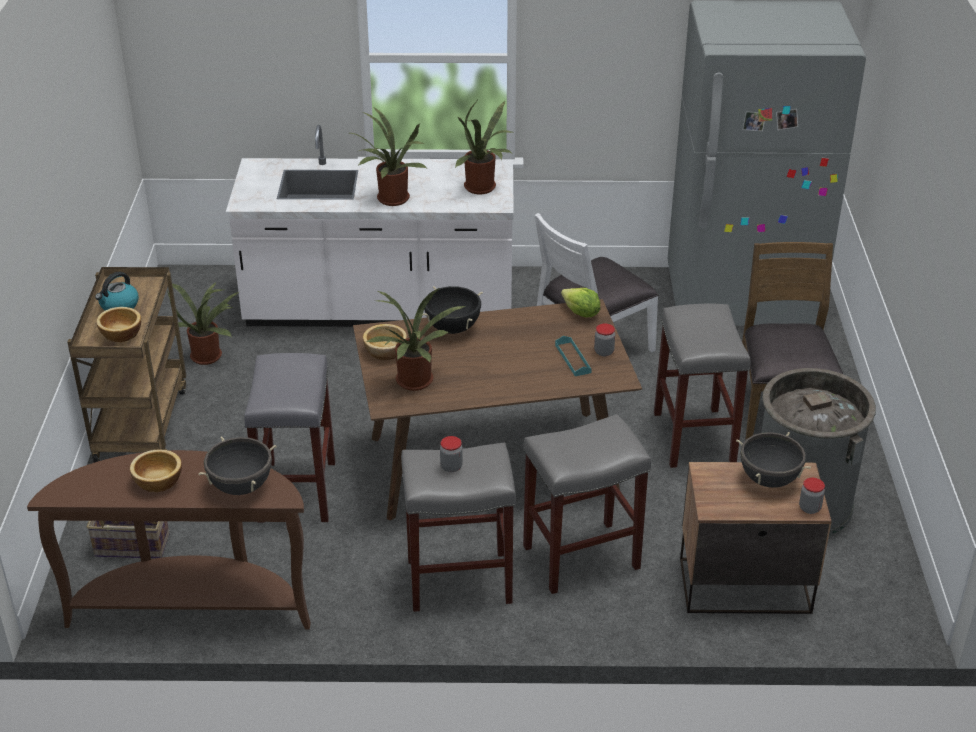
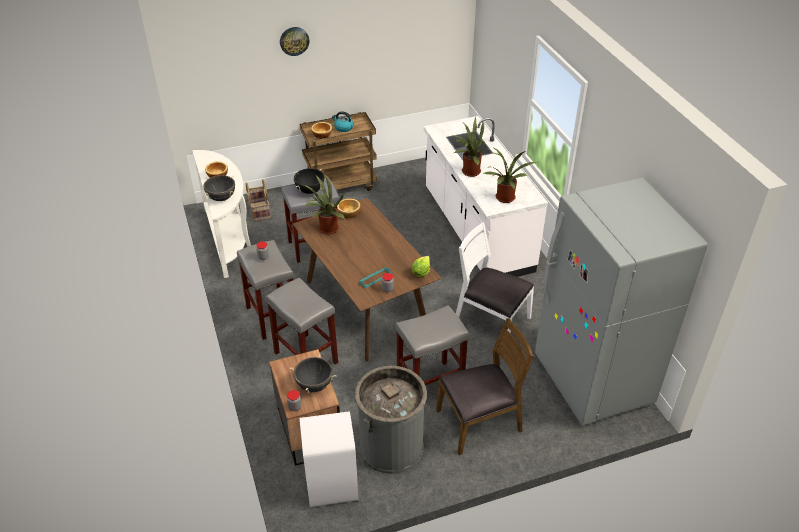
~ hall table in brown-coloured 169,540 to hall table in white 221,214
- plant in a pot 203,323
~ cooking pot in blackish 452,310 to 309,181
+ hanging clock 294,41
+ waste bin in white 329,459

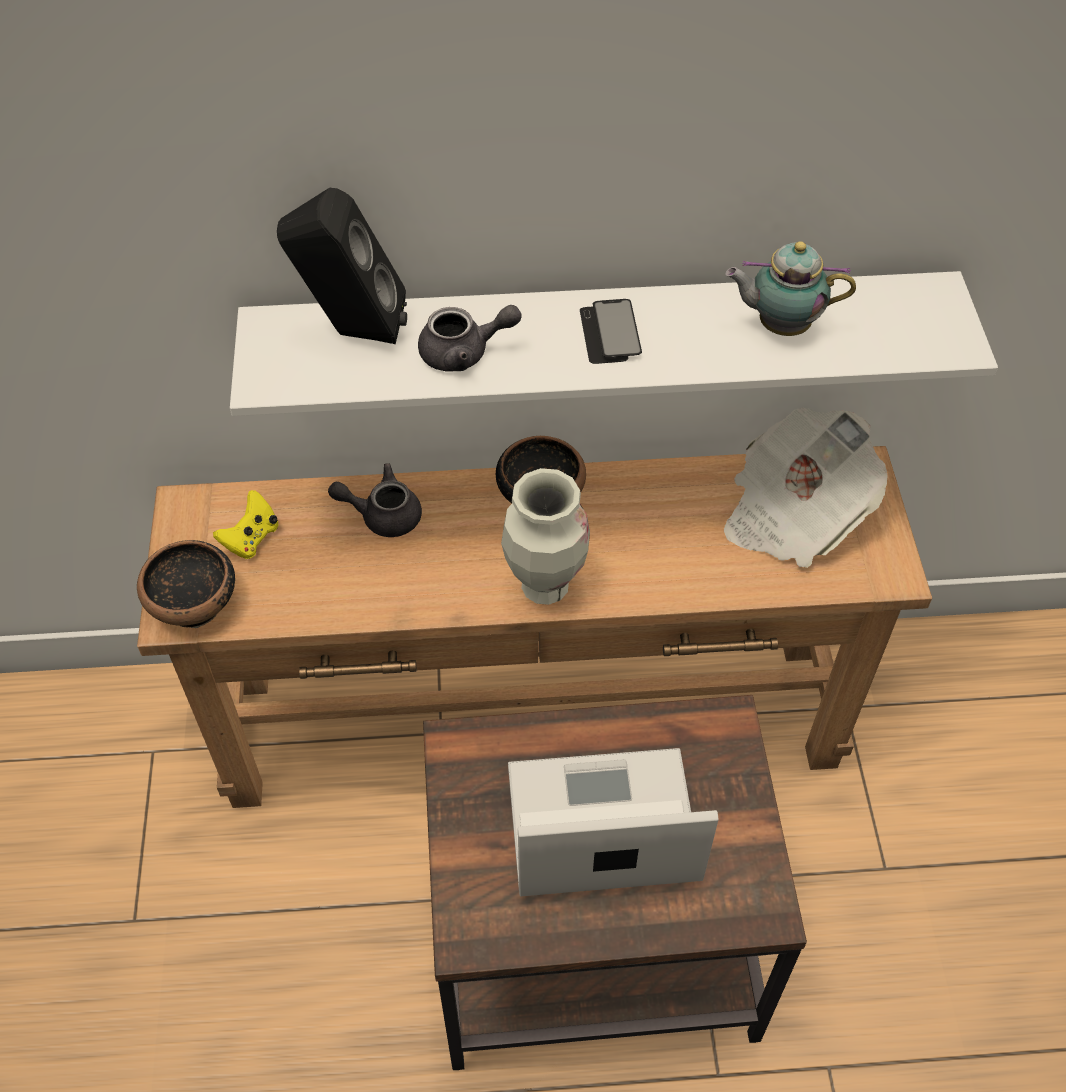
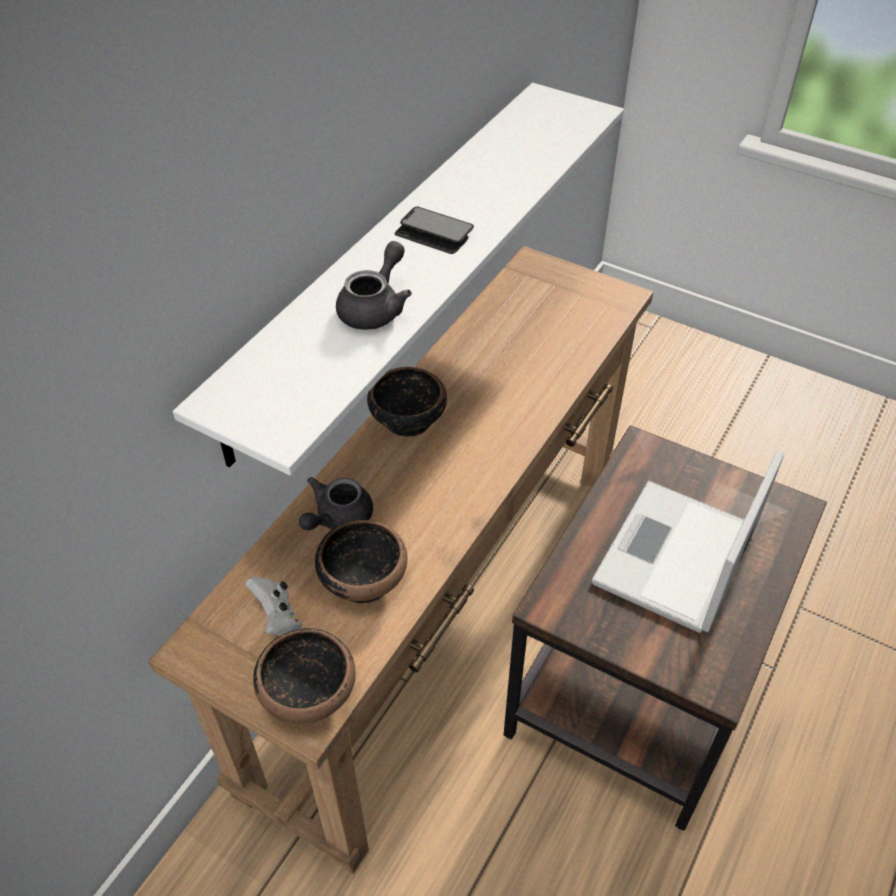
~ game controller in yellow 245,524 to game controller in white 273,606
- loudspeaker in blackish 342,266
- decorative vase 545,536
- printed paper 805,487
- teapot 790,288
+ deep dish 361,562

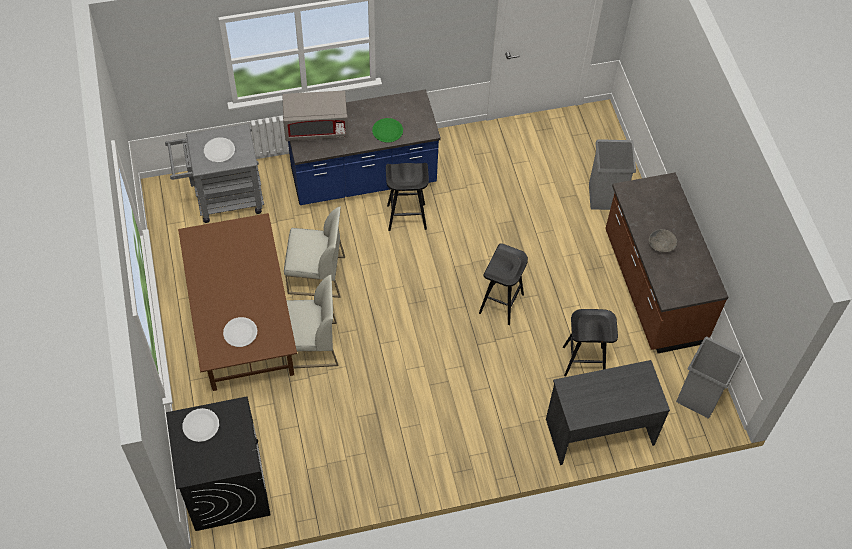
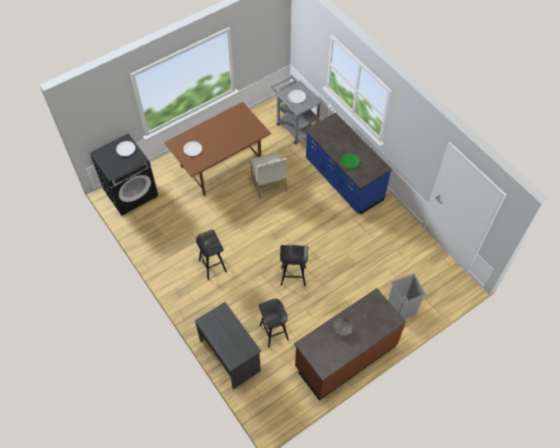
- microwave in grey 315,116
- upright chair in white 310,322
~ sitting stool in blackish 407,197 to 211,255
- waste bin in grey 709,377

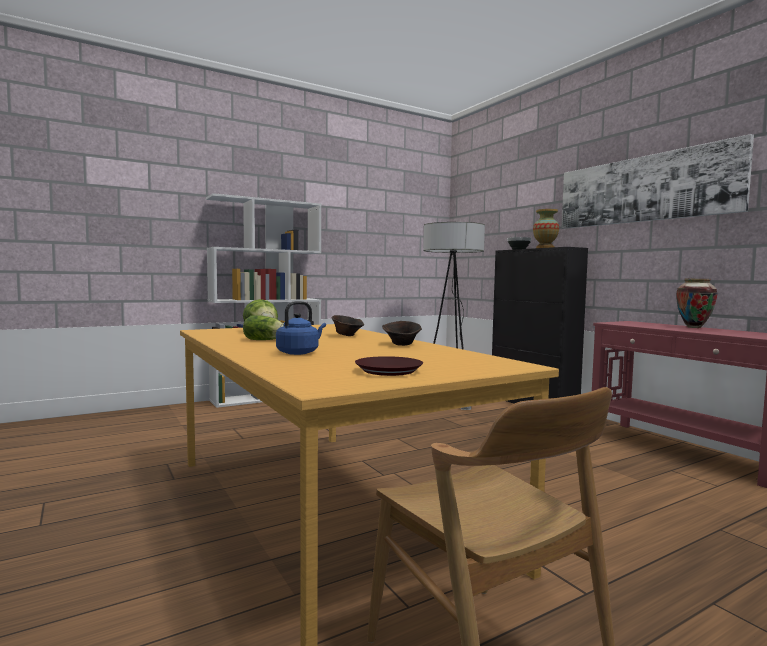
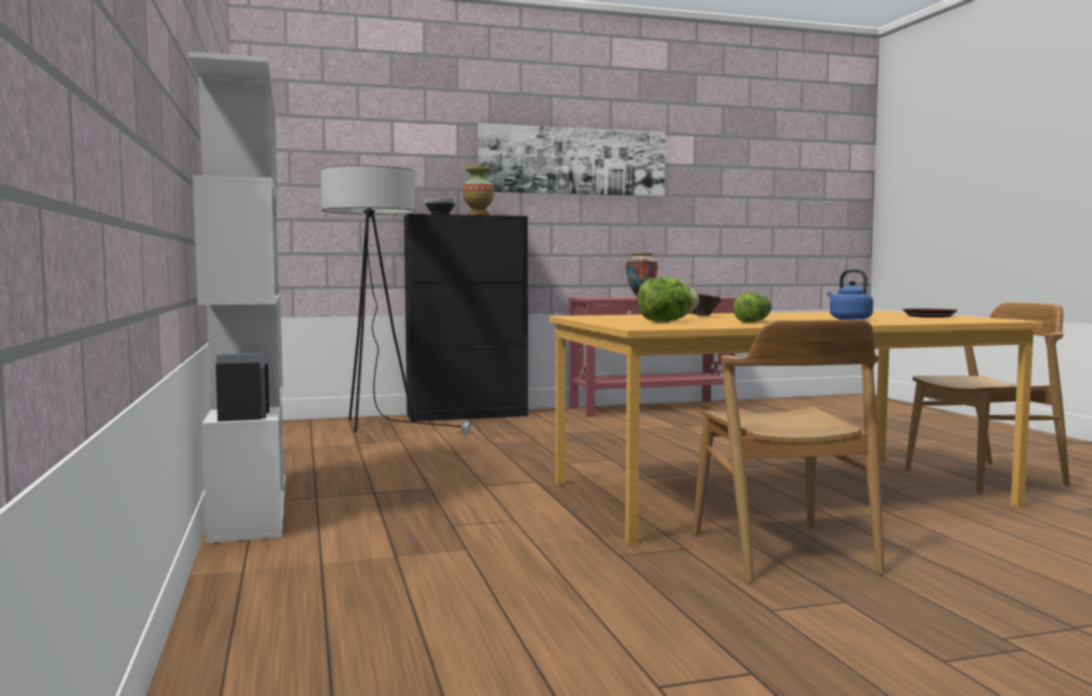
- deep dish in brown-coloured 402,333
+ upright chair in brown-coloured 788,451

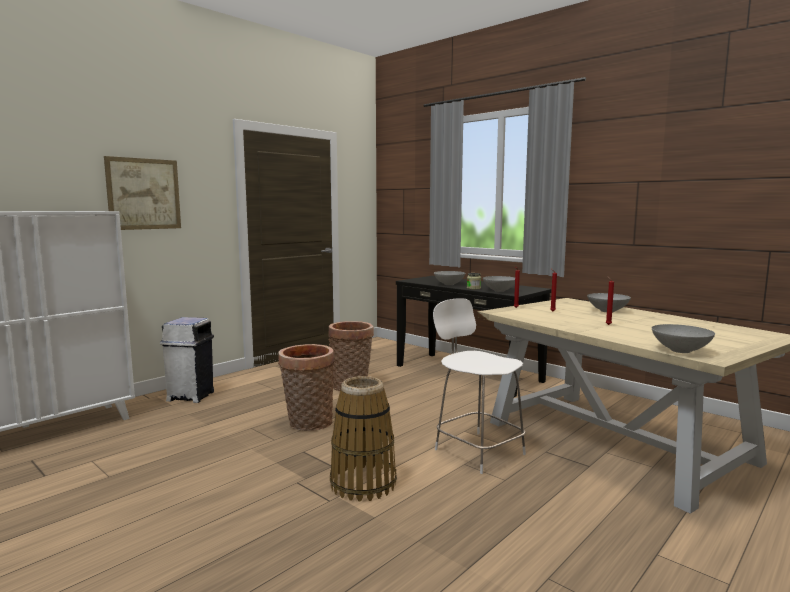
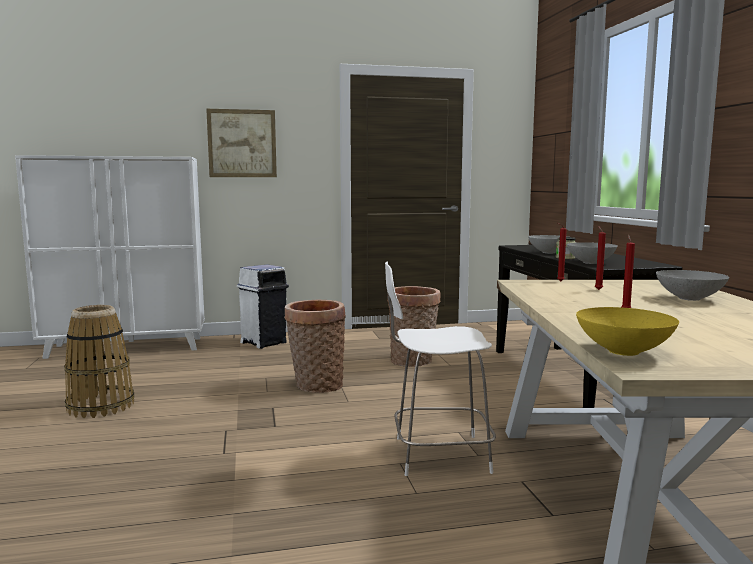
~ basket 363,439 to 99,361
~ upright chair in white 479,386 = 440,369 90 degrees counterclockwise
~ deep dish in grey 683,338 to deep dish in yellow 627,331

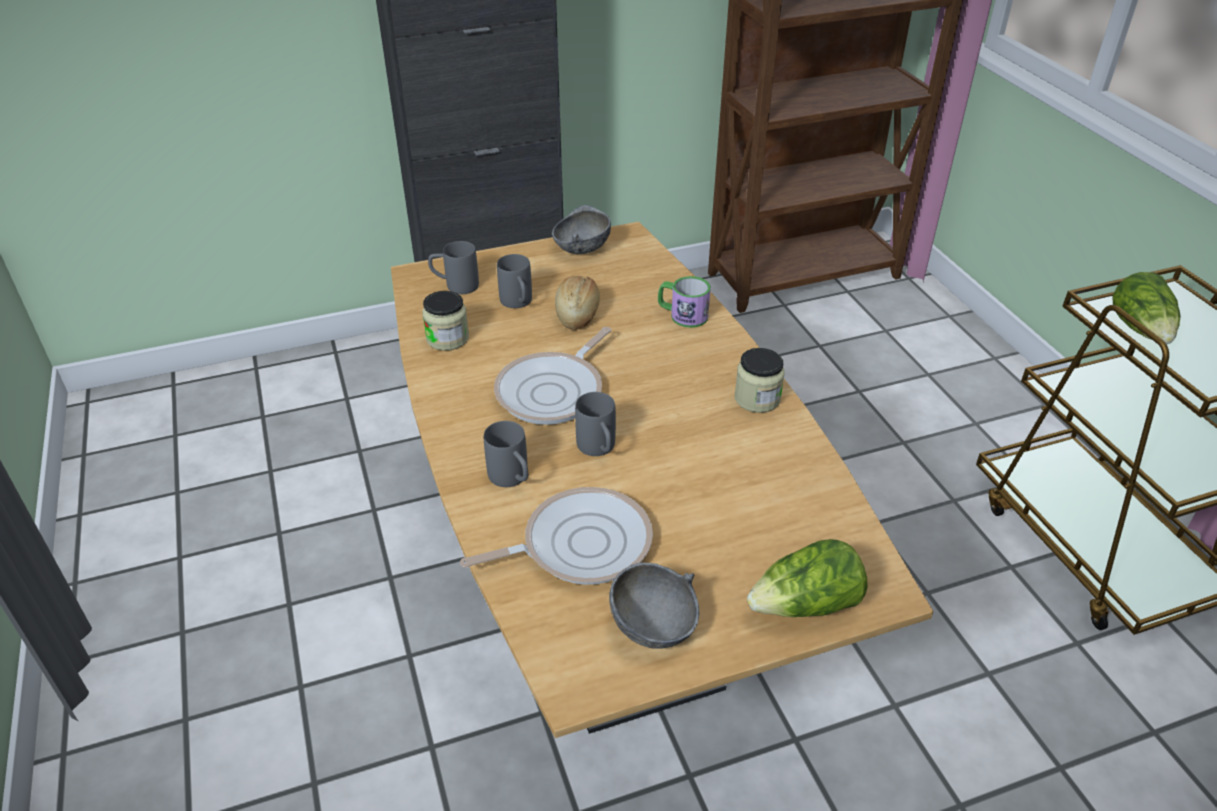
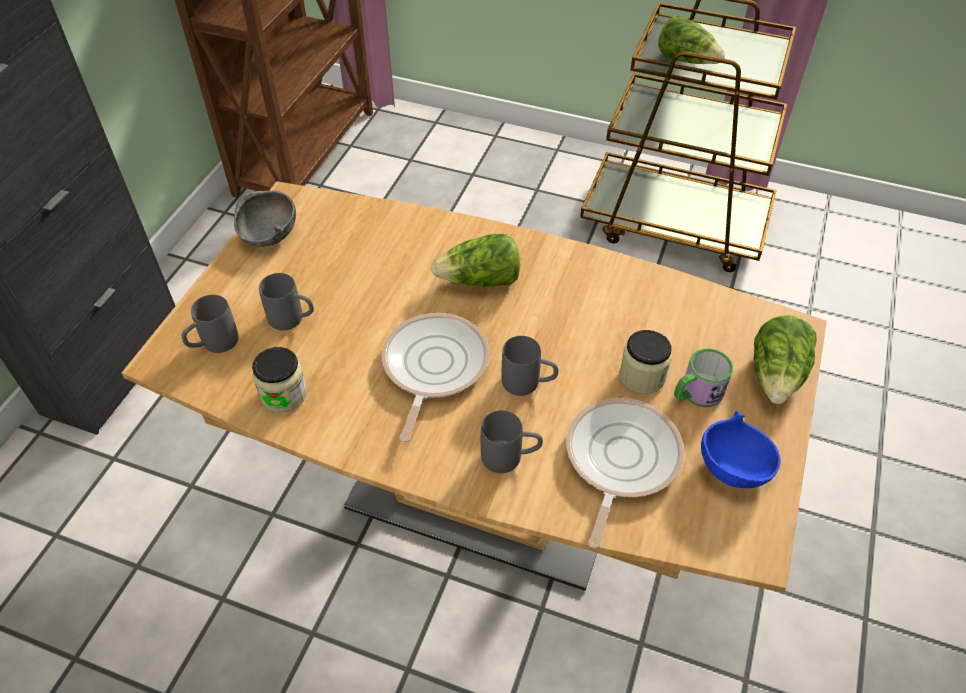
~ frying pan 552,376 = 436,377 150 degrees counterclockwise
- bread 577,303
~ deep dish in grey 654,605 to deep dish in bluish 741,449
~ tea mug 684,302 to 703,377
~ storage jar 760,380 to 645,362
+ head of lettuce 475,260

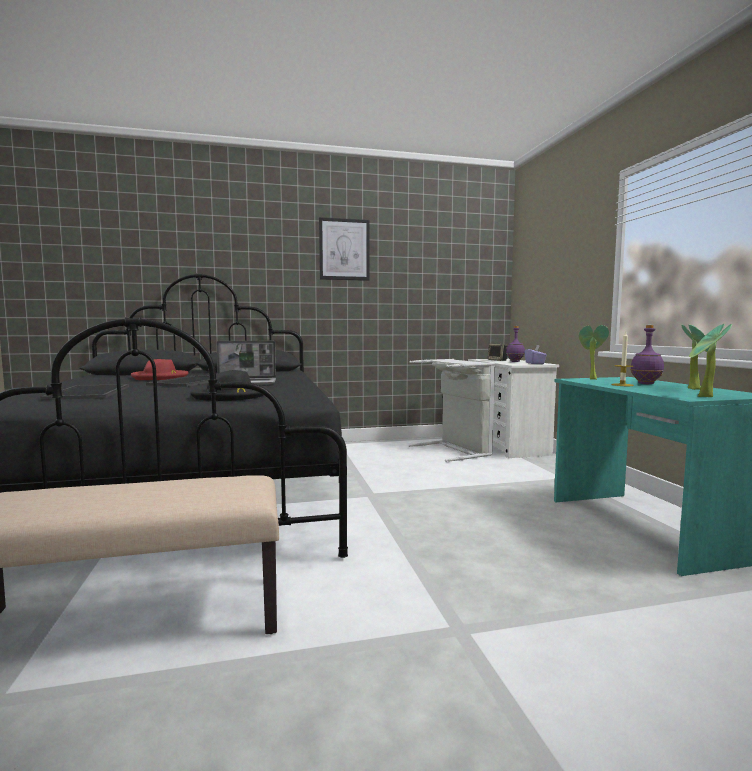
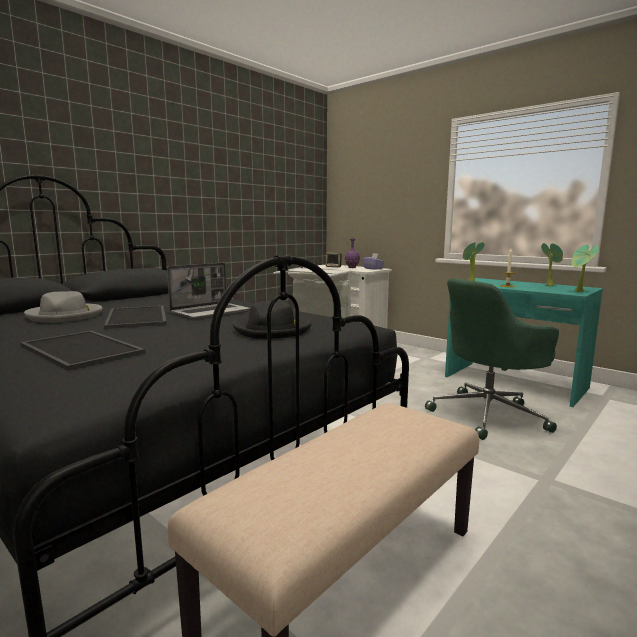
~ wearable hat in red-coloured 160,369 to wearable hat in grey 63,307
- picture 344,249
- beverage bottle in purplish 647,354
+ desk chair in greenish 492,359

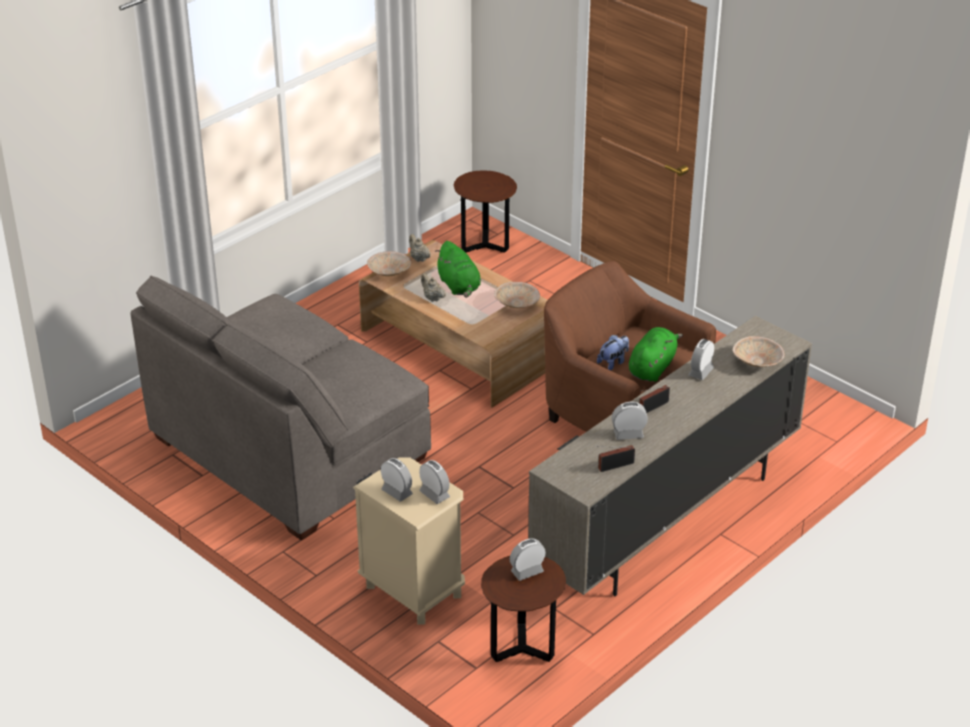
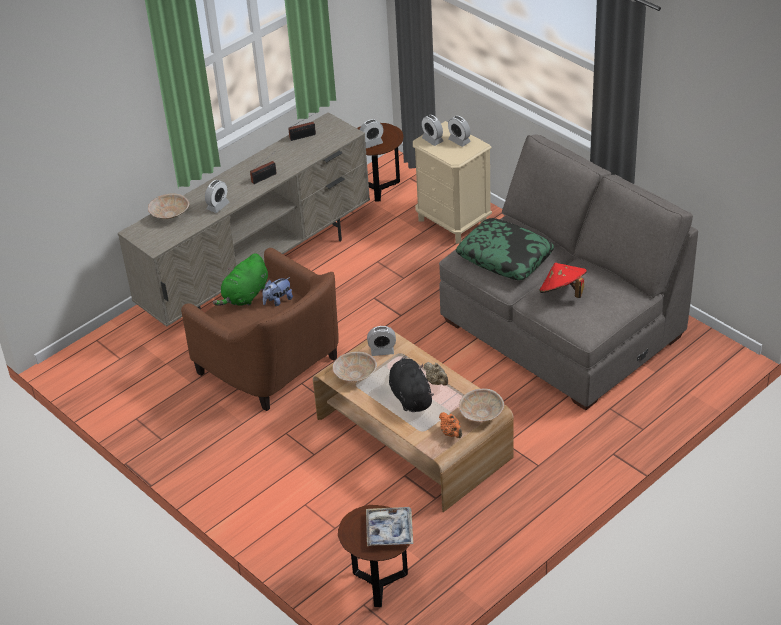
~ teapot in beige-coloured 420,248 to teapot in orangey 450,425
~ soft toy in greenish 458,269 to soft toy in blackish 411,384
~ bedside clock 630,421 to 381,341
+ carrying tray 389,526
+ pillow 505,249
+ wearable hat in red-coloured 563,280

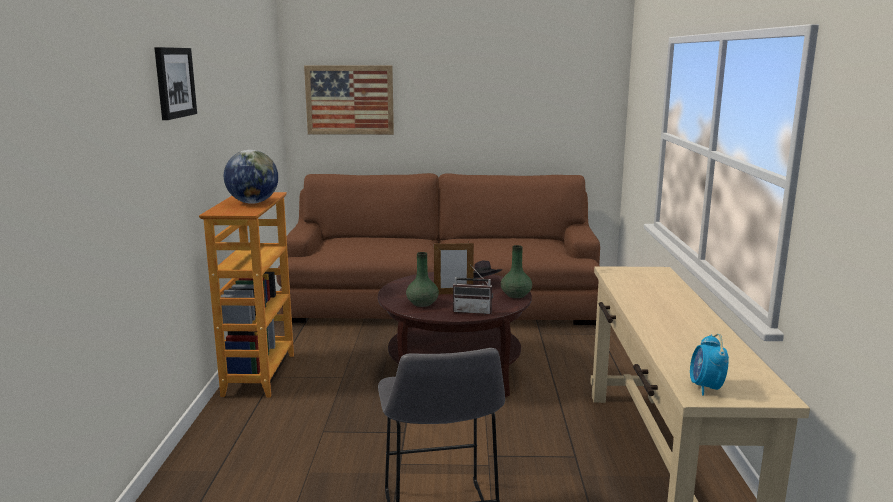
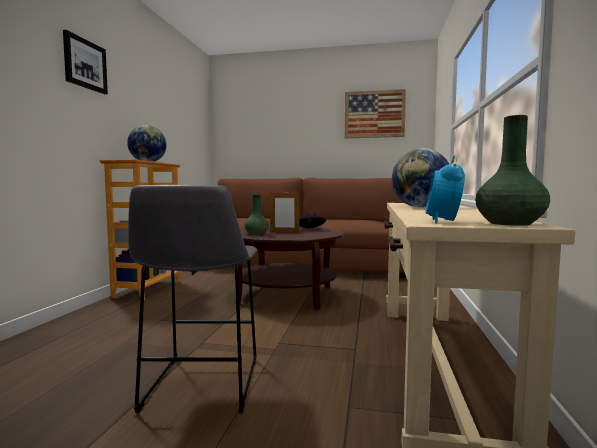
~ picture 349,100 to 375,113
- radio 473,290
~ decorative vase in greenish 516,271 to 512,170
+ world globe 420,177

